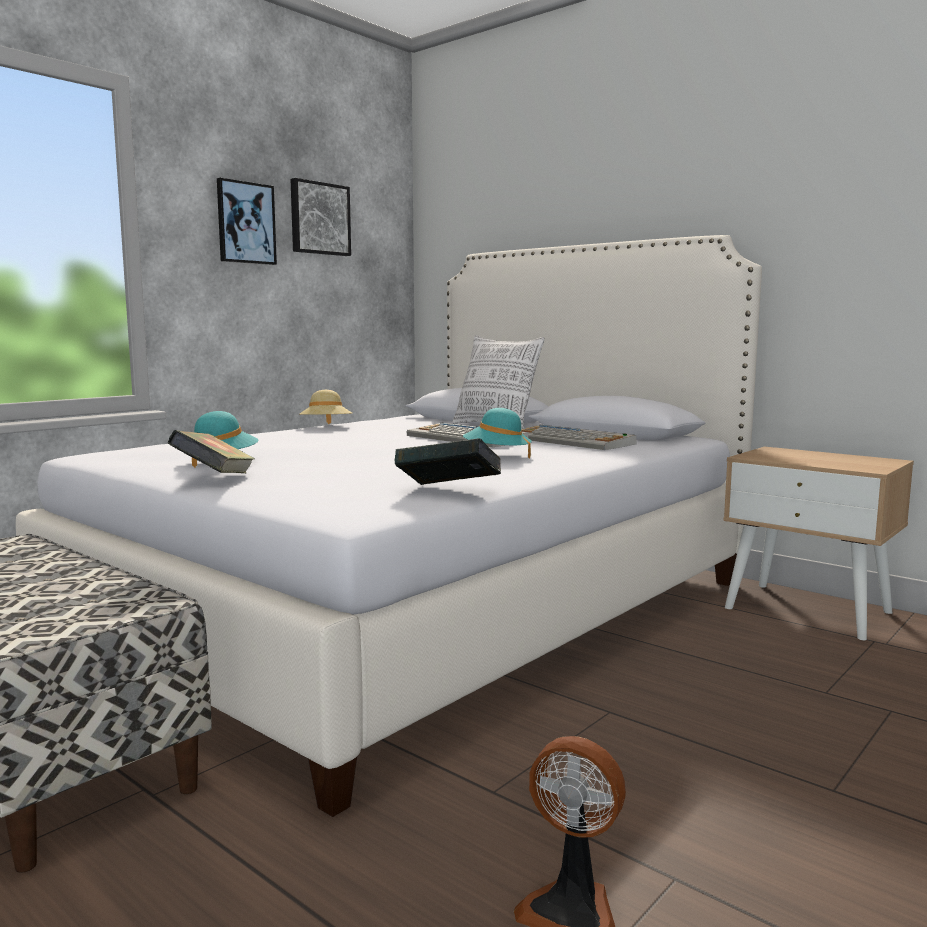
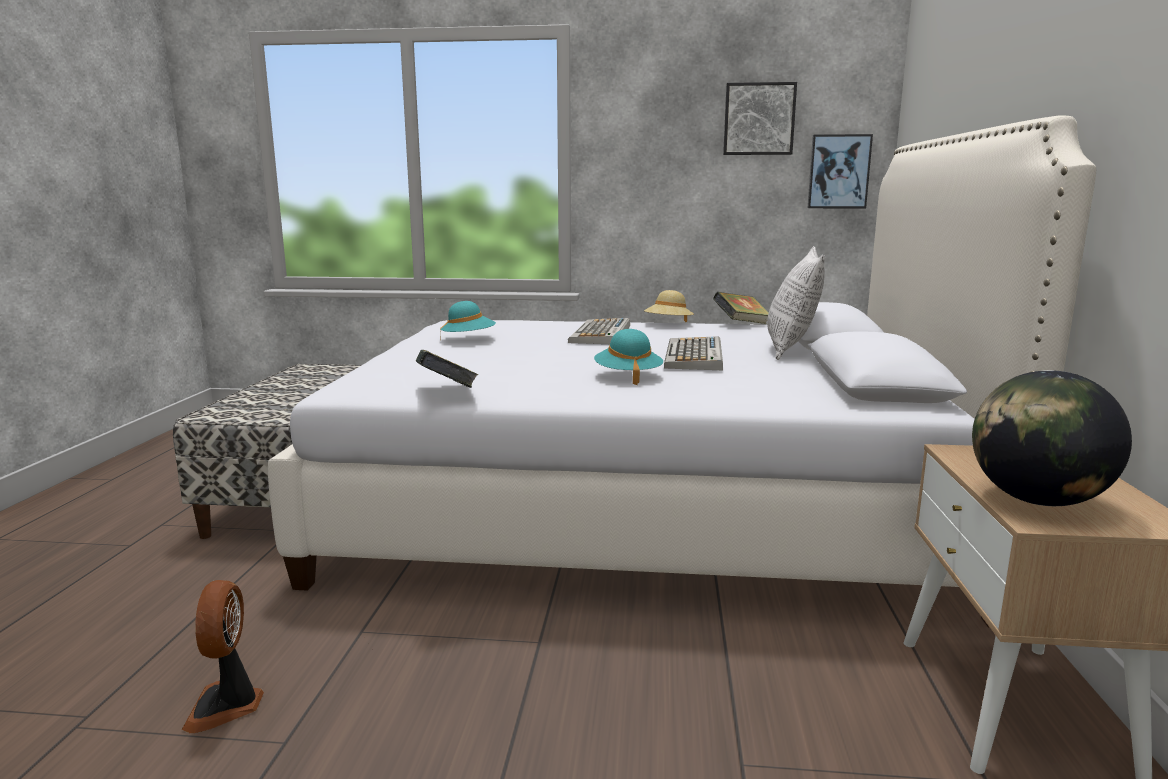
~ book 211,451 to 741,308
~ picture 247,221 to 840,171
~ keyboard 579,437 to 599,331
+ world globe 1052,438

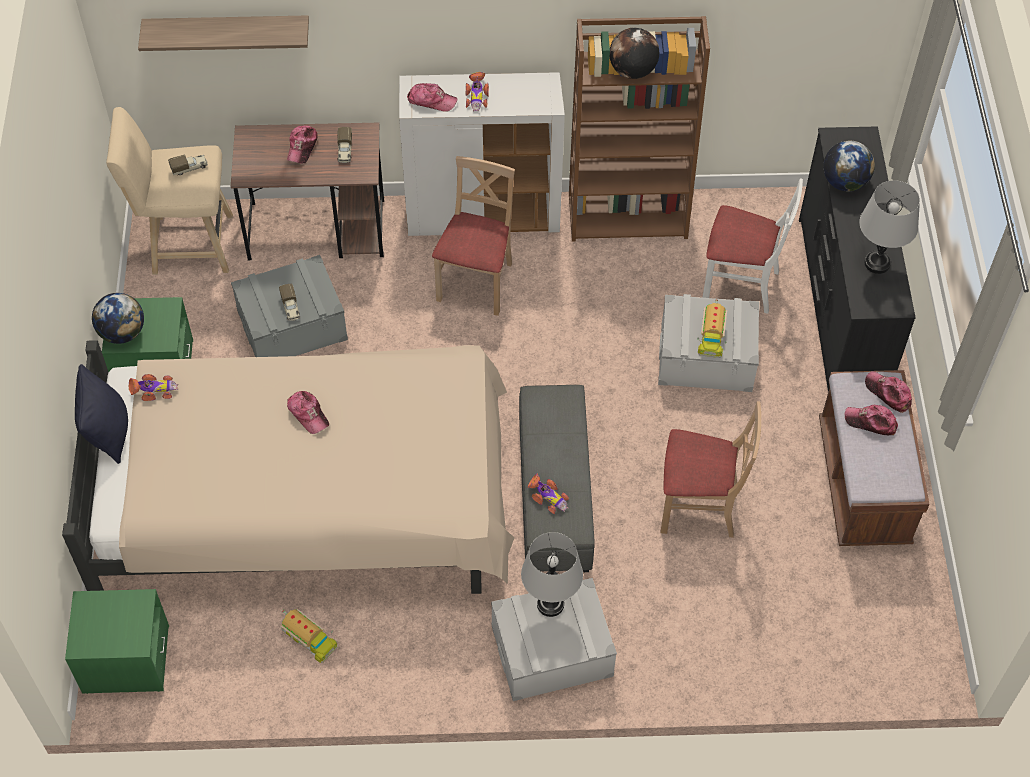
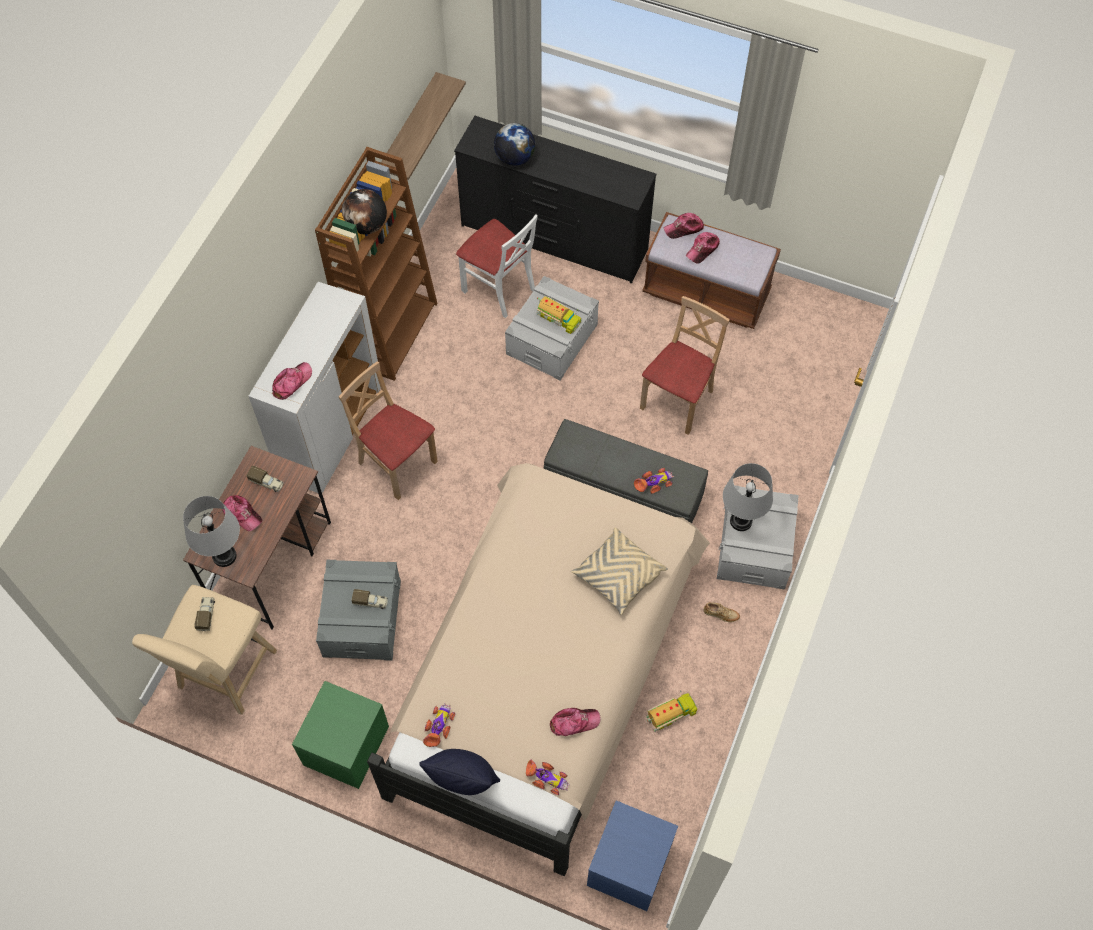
~ nightstand in greenish 117,641 to nightstand in bluish 632,856
- world globe 118,318
~ shelf 223,33 to 423,126
~ cap 308,412 to 575,722
~ miniature car 477,91 to 548,777
~ upright chair in white 752,246 = 497,266 90 degrees clockwise
~ table lamp in grey 889,227 to 211,531
+ pillow in beige-coloured 619,571
+ item of footwear in beige-coloured 721,612

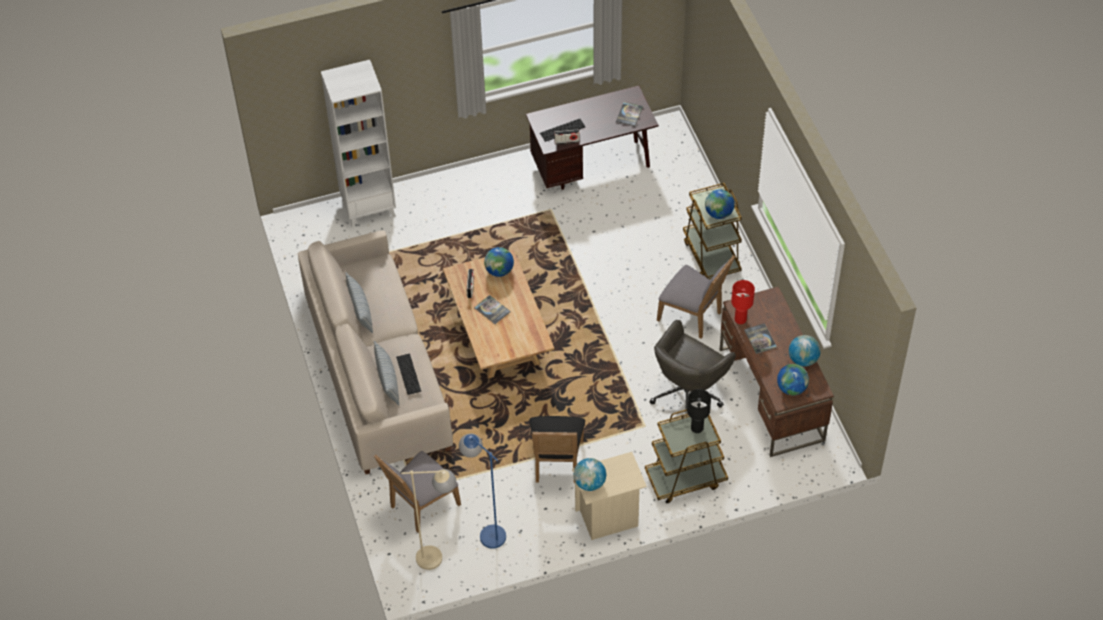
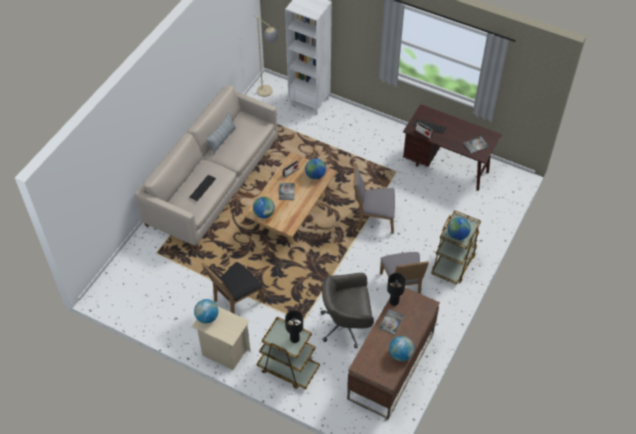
- pillow 386,373
~ upright chair in grey 417,491 to 374,198
~ floor lamp in beige-coloured 428,519 to 265,56
- floor lamp in bluish 482,491
~ table lamp in red-coloured 743,302 to table lamp in blackish 396,289
~ world globe 793,379 to 264,207

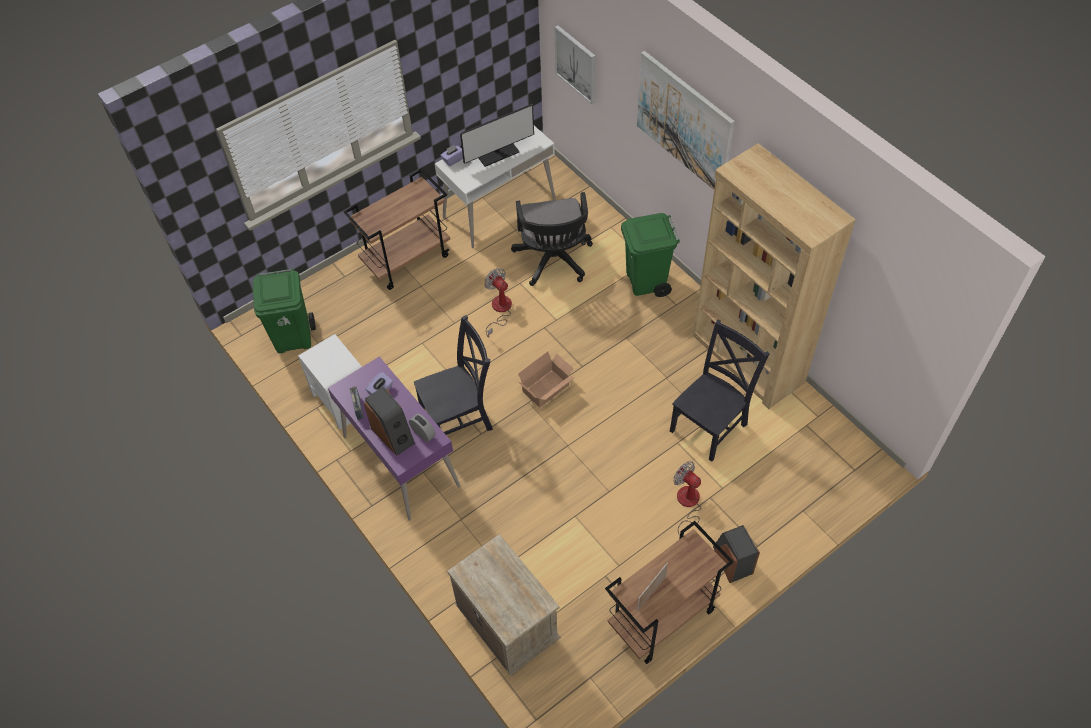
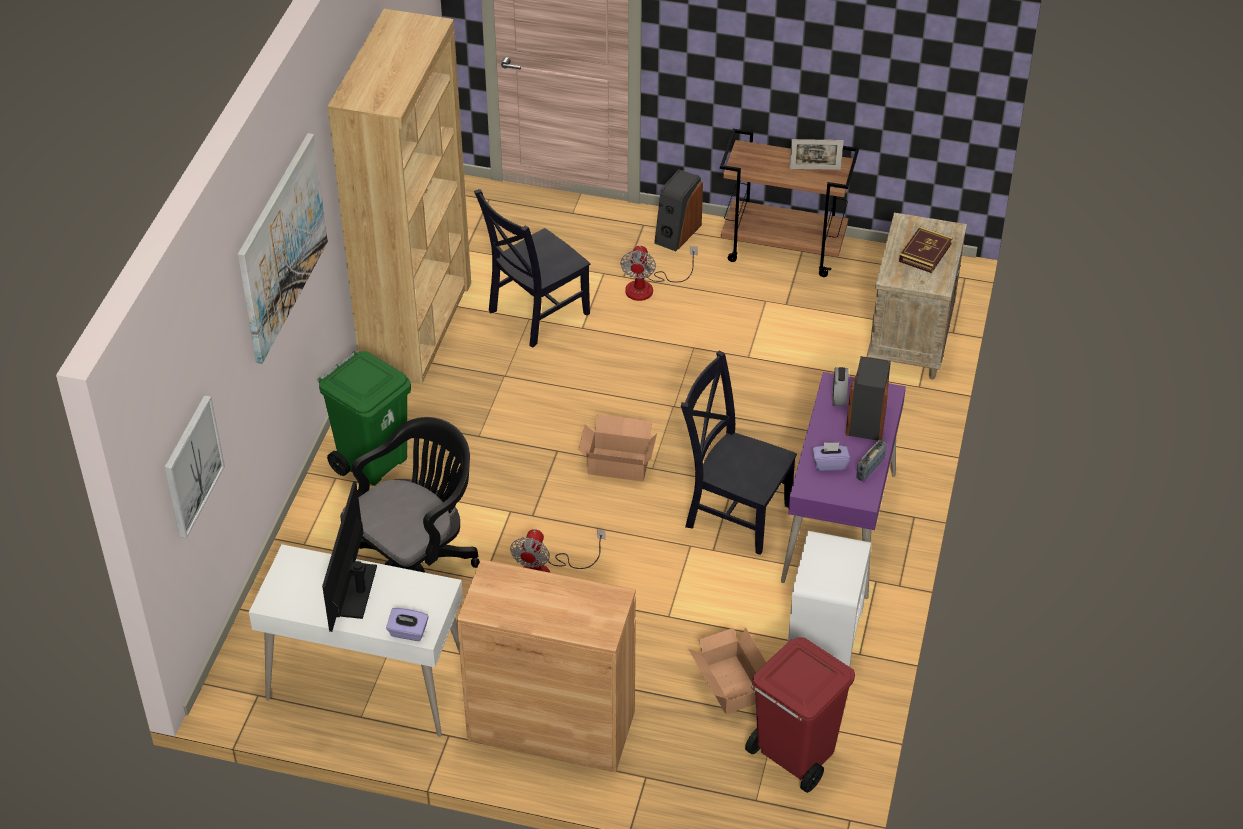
~ waste bin in greenish 284,310 to waste bin in red-coloured 800,715
~ trolley in brown-coloured 396,229 to cabinet in brown-coloured 546,665
~ computer display 497,135 = 349,556 105 degrees counterclockwise
~ upright chair in blackish 720,390 = 532,268 45 degrees counterclockwise
+ carton 728,670
+ book 925,250

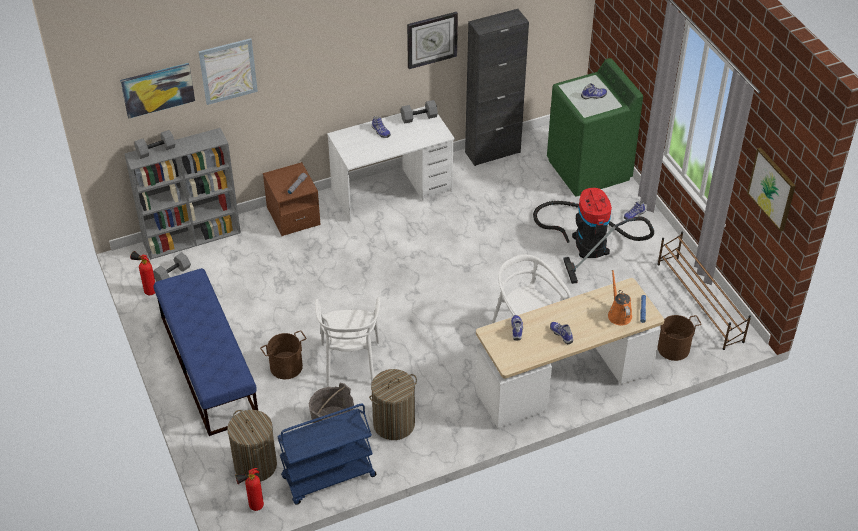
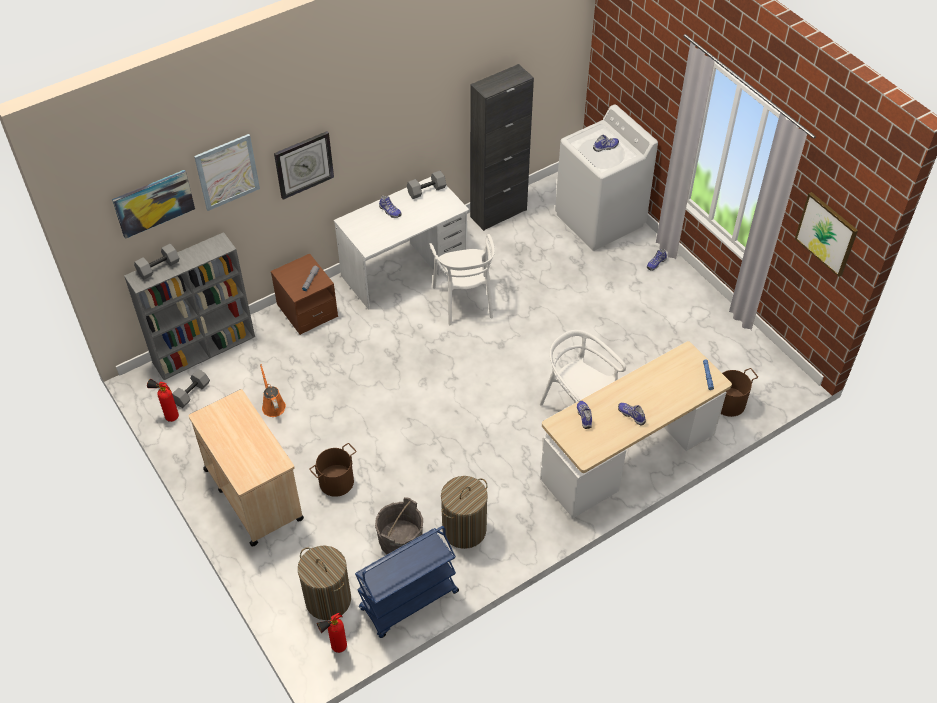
~ long seat in bluish 205,352 to trolley in beige-coloured 246,467
~ upright chair in white 347,342 to 462,279
~ hanging clock 432,40 to 304,165
- vacuum cleaner 593,236
~ laundry machine in greenish 595,127 to laundry machine in white 606,177
~ watering can in orangey 620,298 to 273,390
- shoe shelf in brown-coloured 704,291

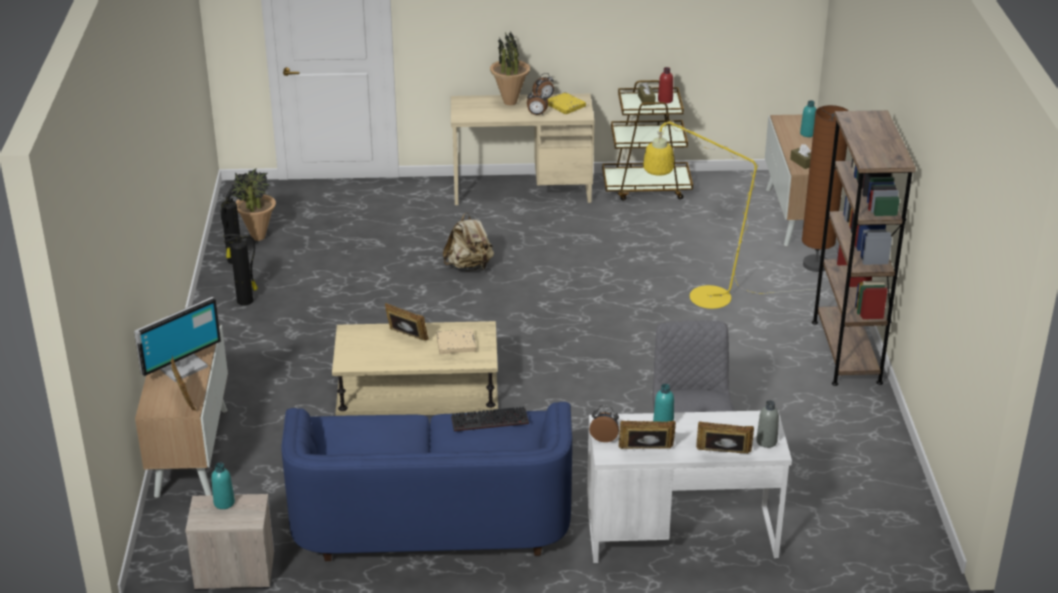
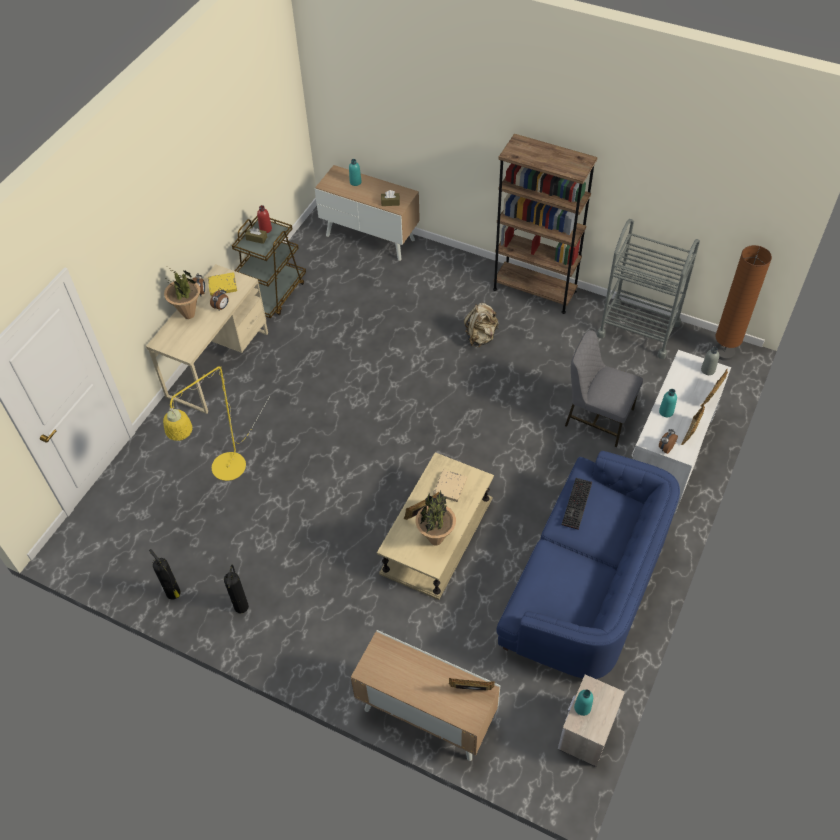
- computer display 177,339
~ plant in a pot 252,205 to 435,518
~ knapsack in beige-coloured 468,242 to 481,325
~ floor lamp in yellow 732,215 to 216,423
~ floor lamp in brown-coloured 825,188 to 743,303
+ trolley in grey 648,289

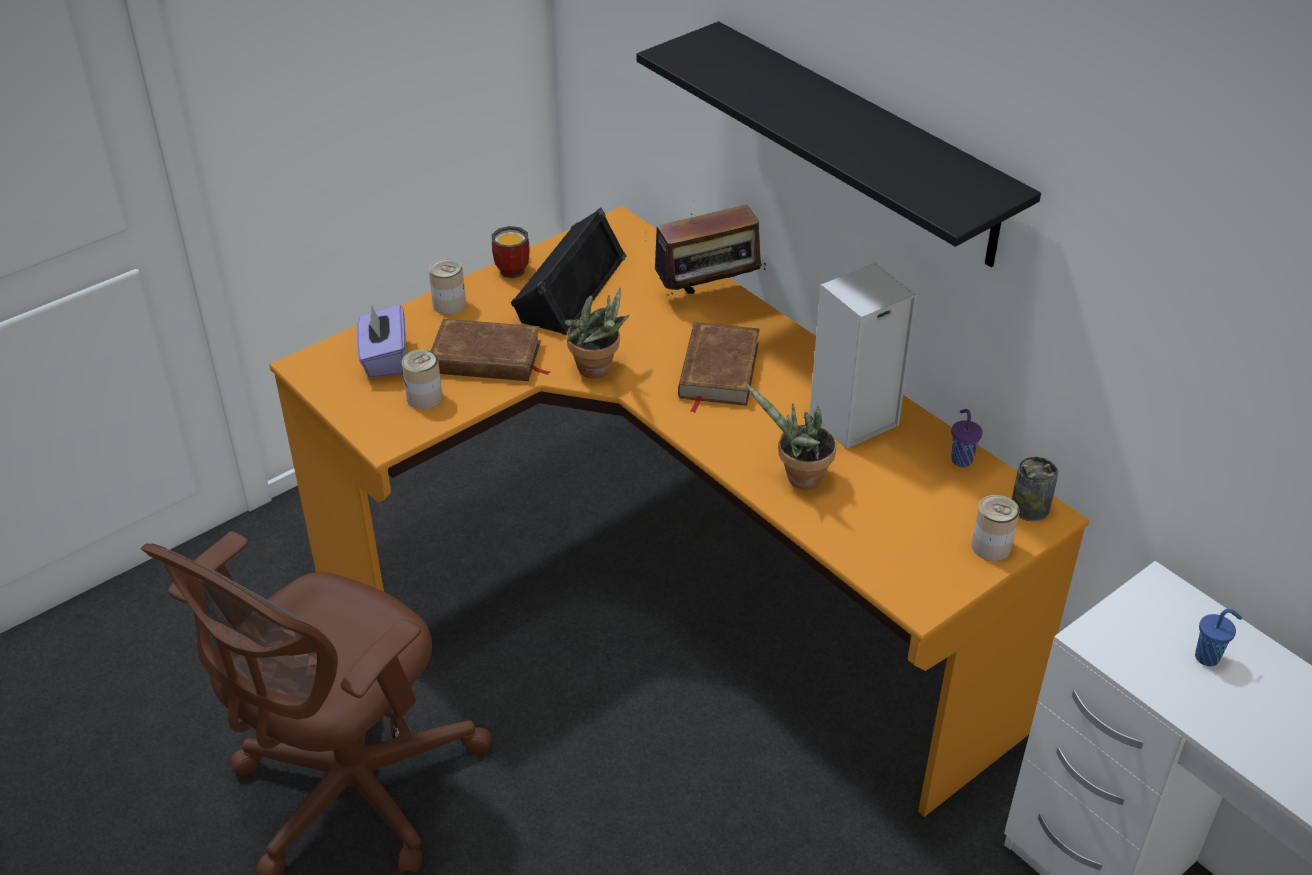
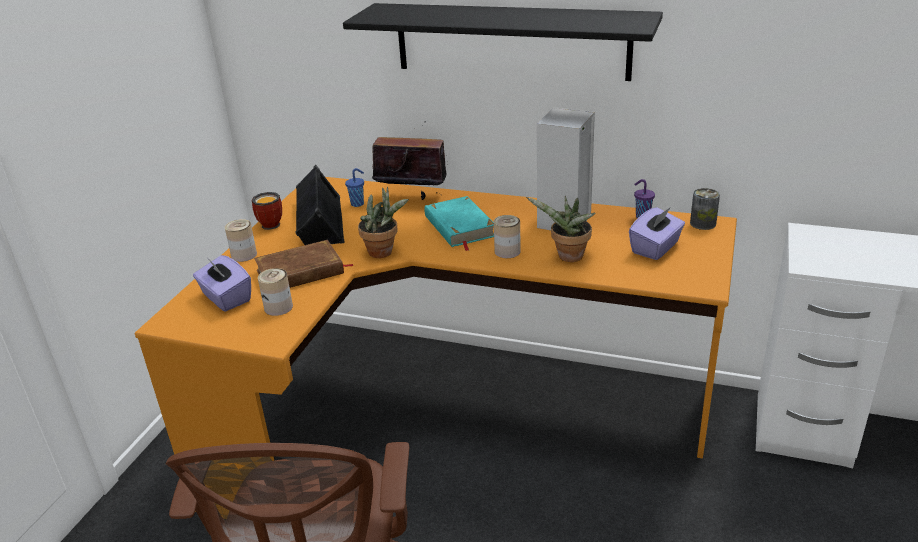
~ radio 711,250 = 409,160 120 degrees counterclockwise
~ book in brown-coloured 719,367 to book in blue-green 459,223
~ can 995,528 to 507,236
~ cup in bluish 1218,637 to 354,187
+ tissue box in purplish 657,233

